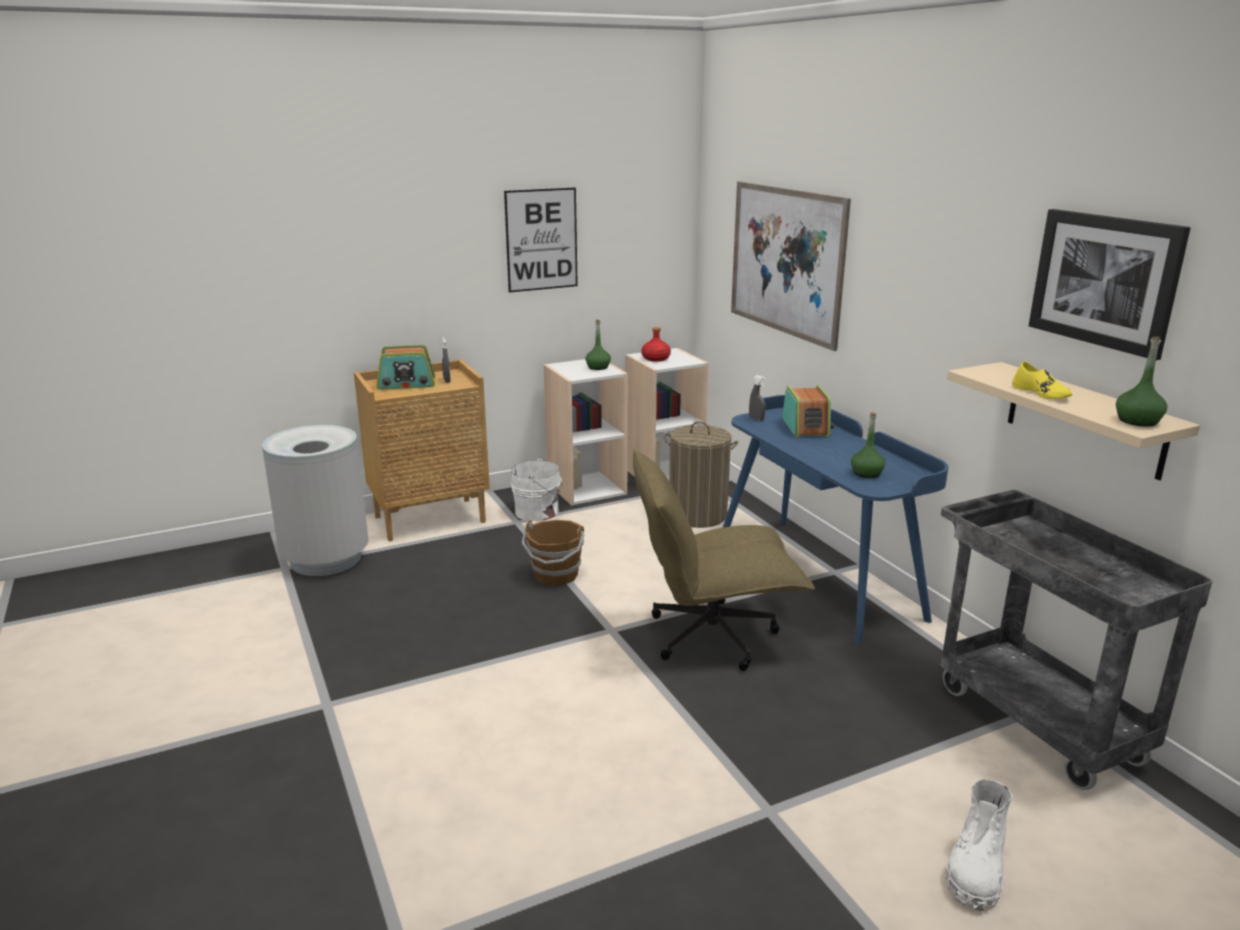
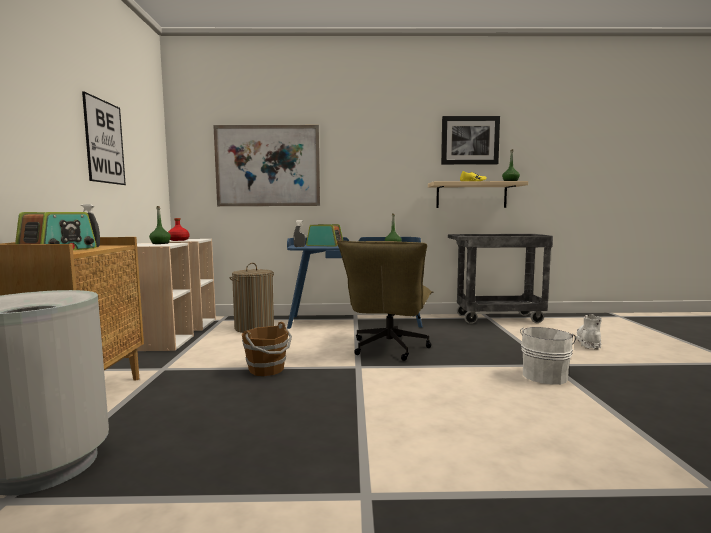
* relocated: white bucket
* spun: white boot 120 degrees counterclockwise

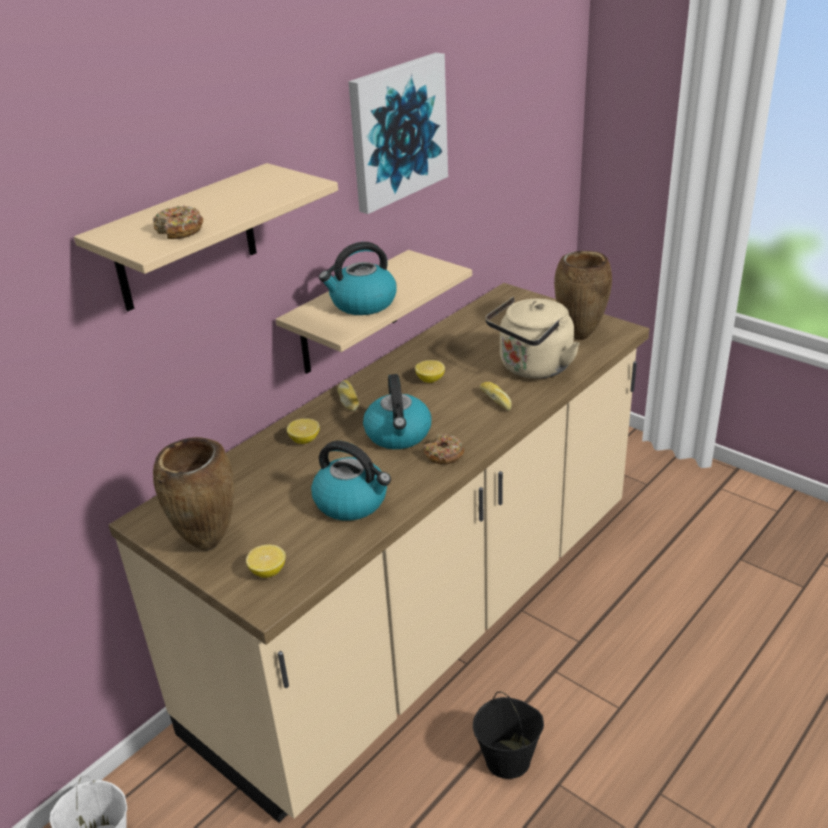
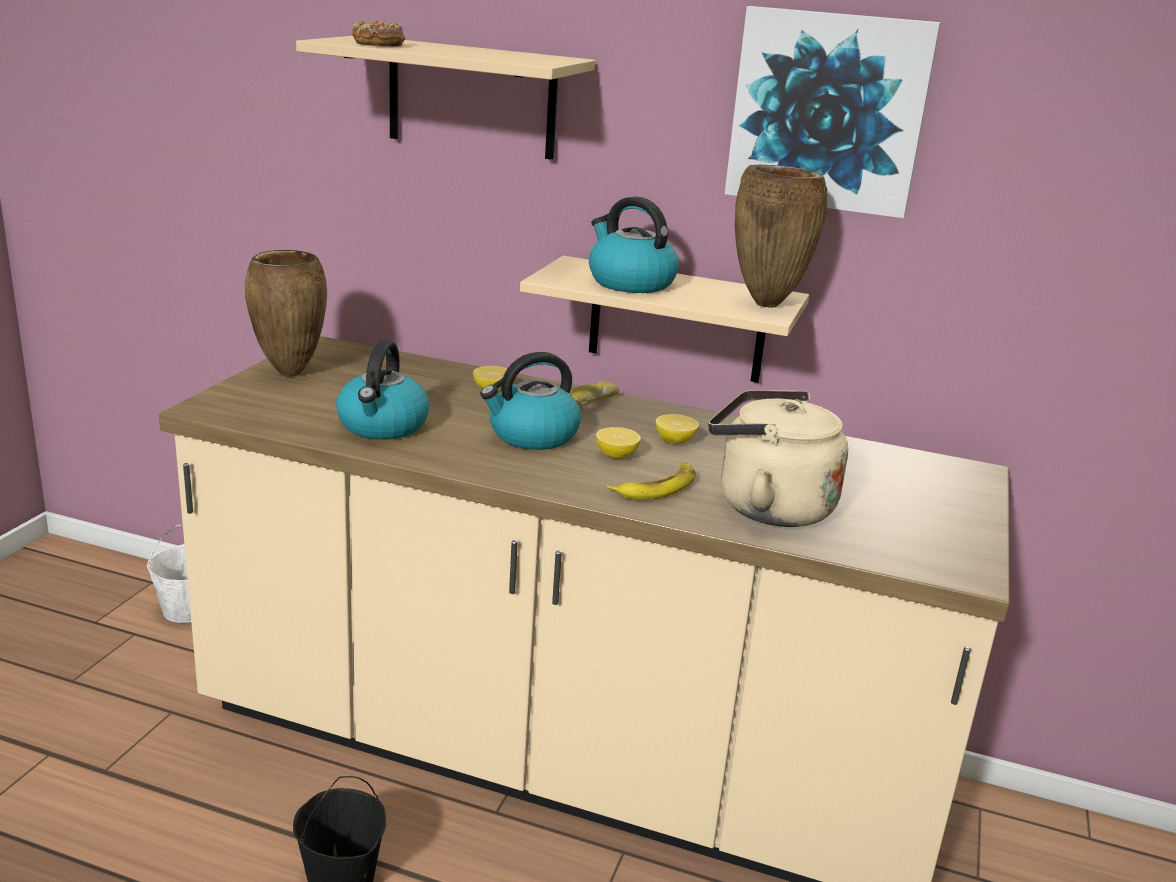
* relocated: brown vase (no. 2 from left)
* exchanged: bread (no. 2 from left) to banana
* missing: donut (no. 2 from left)
* relocated: lemon (no. 1 from left in the first image) to lemon (no. 2 from left)

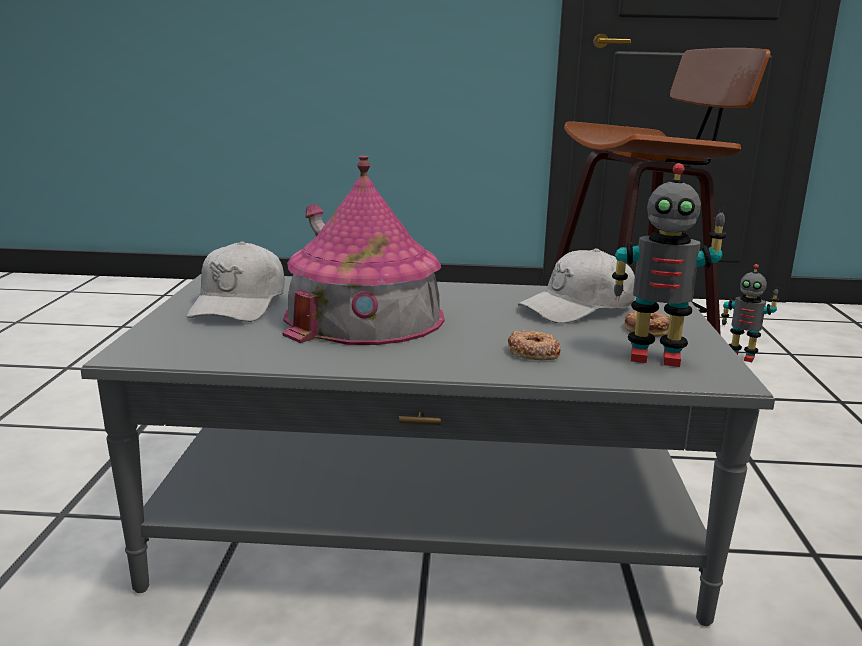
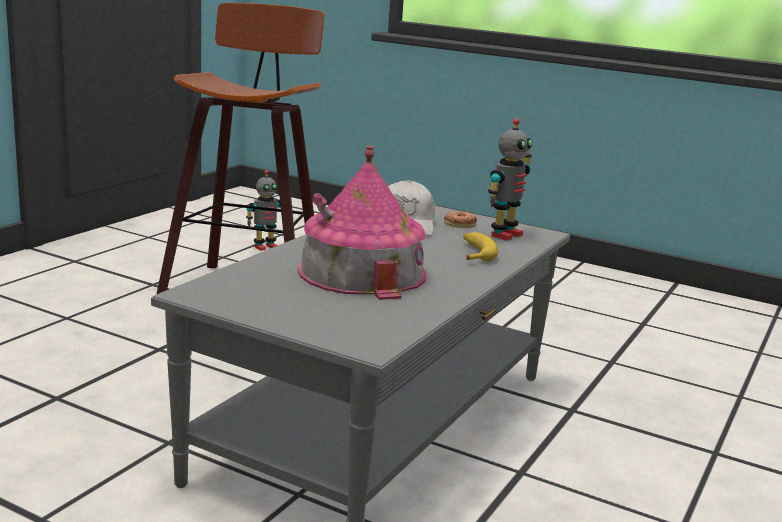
* missing: white cap (no. 1 from left)
* exchanged: donut (no. 1 from left) to banana

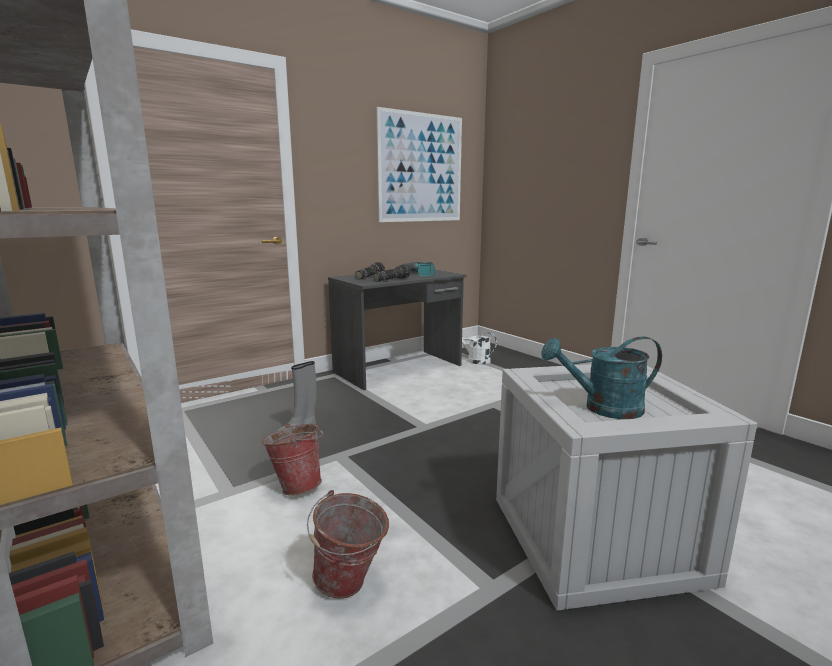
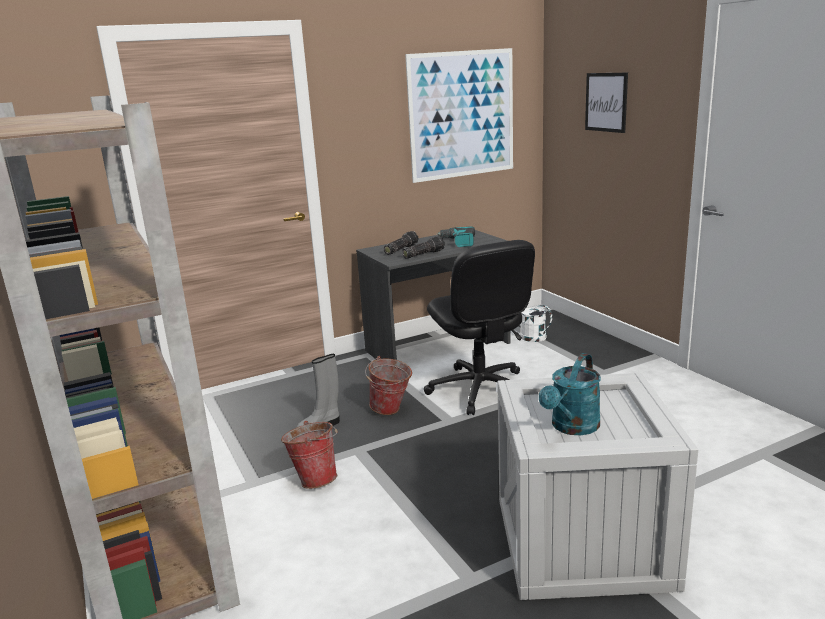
* spun: turquoise watering can 60 degrees counterclockwise
* relocated: bucket (no. 2 from left)
* appeared: picture (no. 2 from left)
* appeared: black office chair

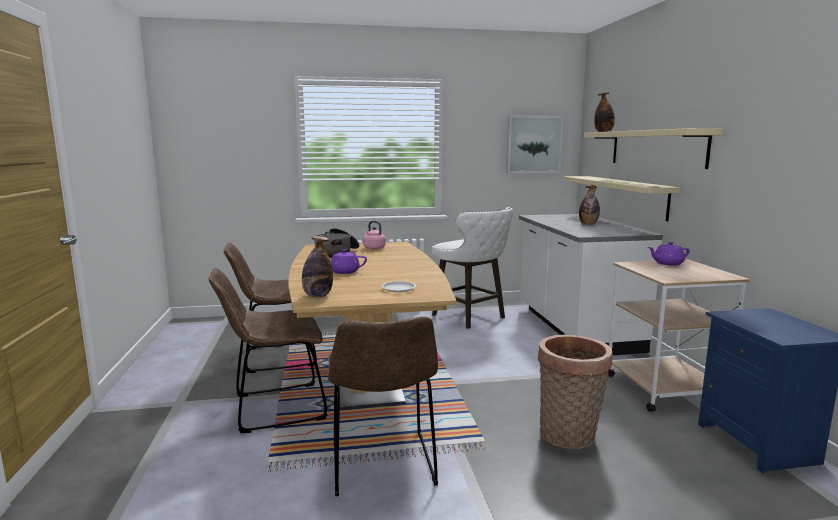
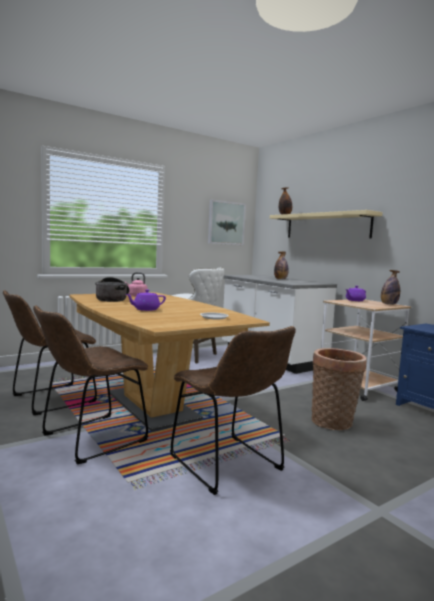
* missing: beige shelf (no. 1 from left)
* relocated: bottle (no. 1 from left in the first image) to bottle (no. 3 from left)

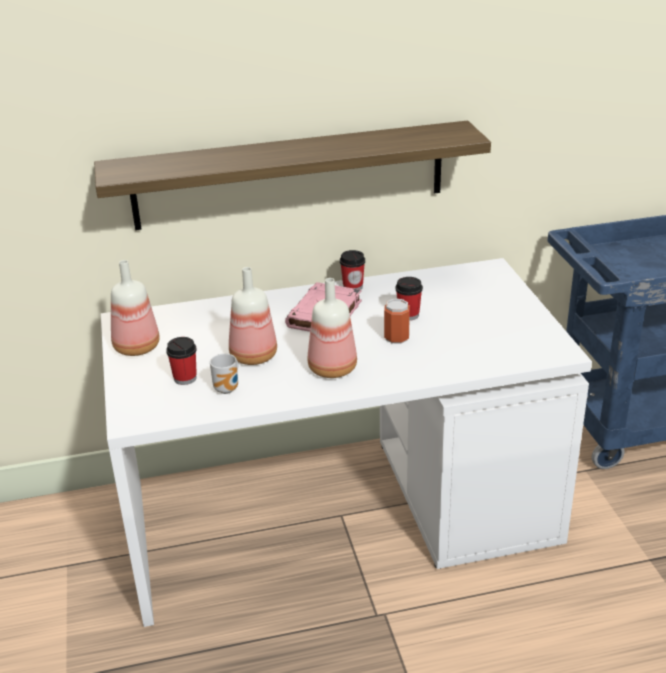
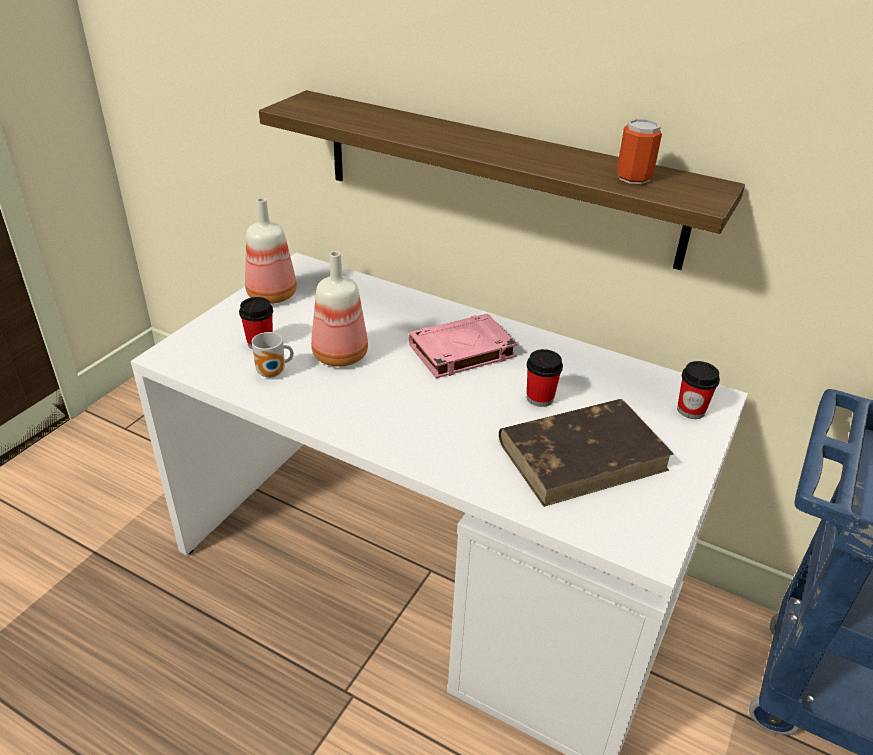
* relocated: cup (no. 2 from left in the first image) to cup (no. 3 from left)
* missing: bottle (no. 3 from left)
* relocated: can
* appeared: brown book

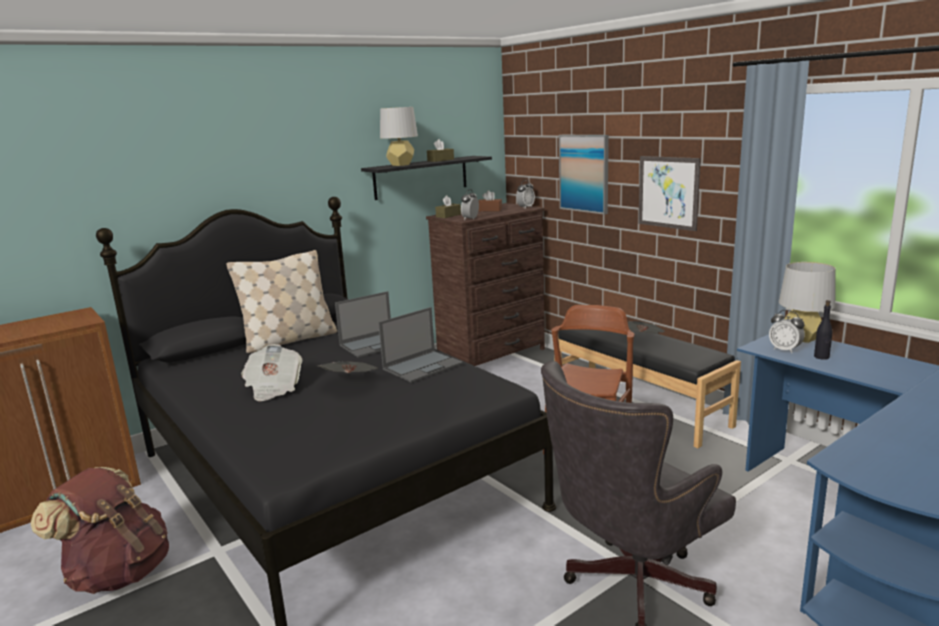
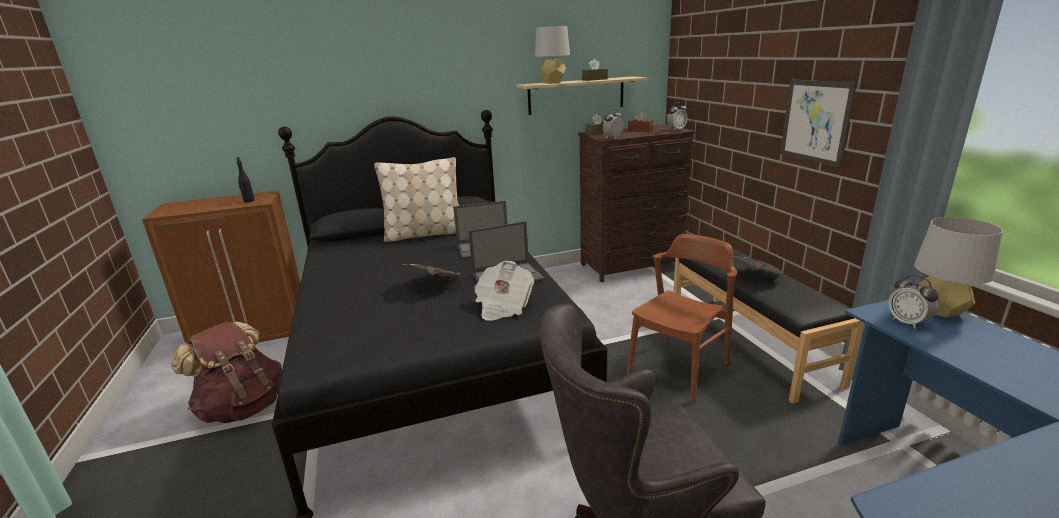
* missing: picture (no. 1 from left)
* colour: black shelf to beige shelf
* relocated: black bottle
* relocated: newspaper (no. 1 from left in the first image) to newspaper (no. 2 from left)

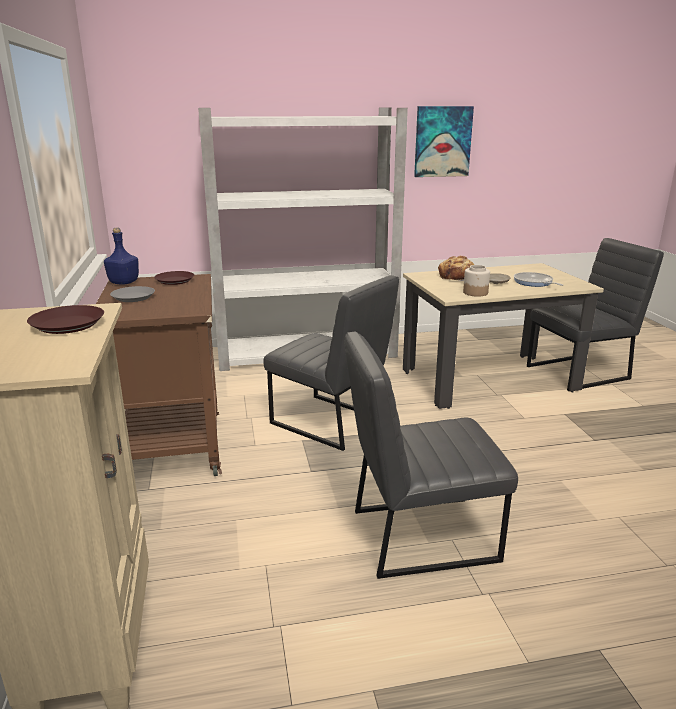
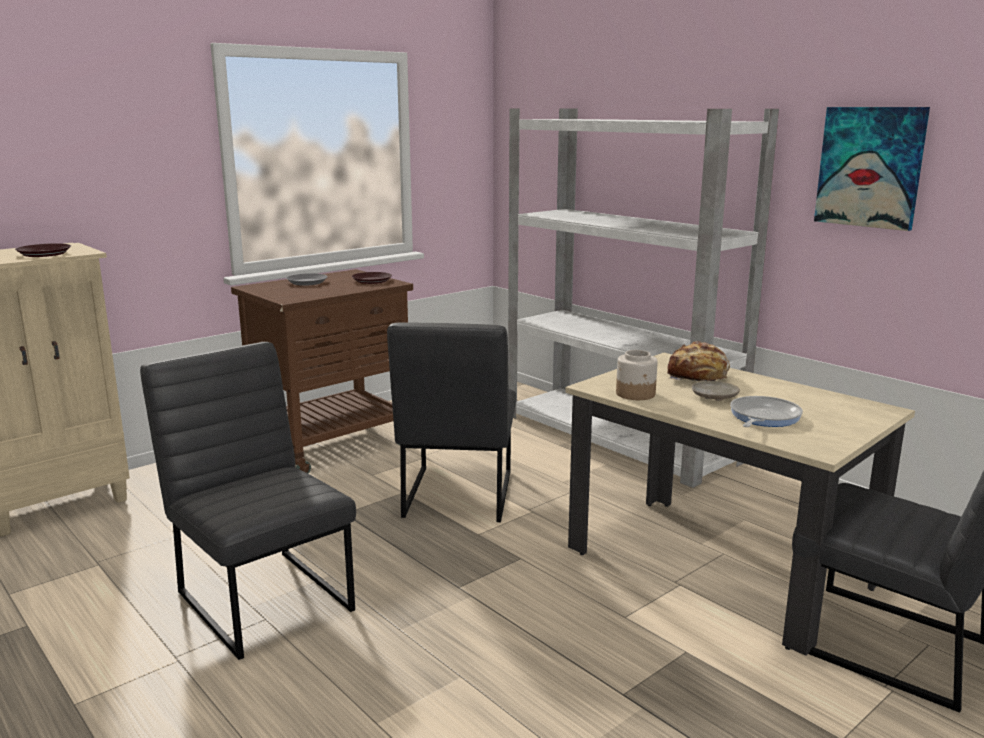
* missing: blue bottle

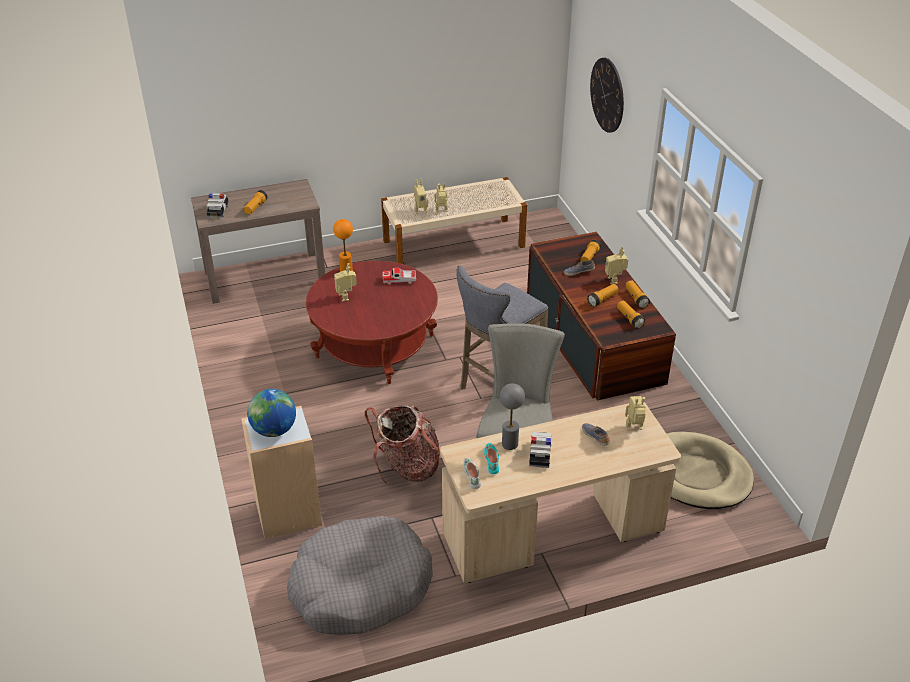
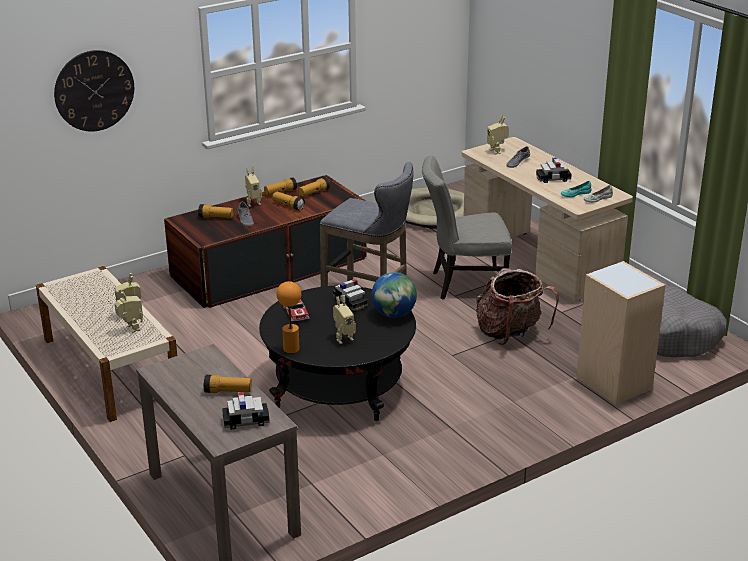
* colour: red coffee table to black coffee table
* missing: grey table lamp
* relocated: globe
* appeared: toy car (no. 3 from left)

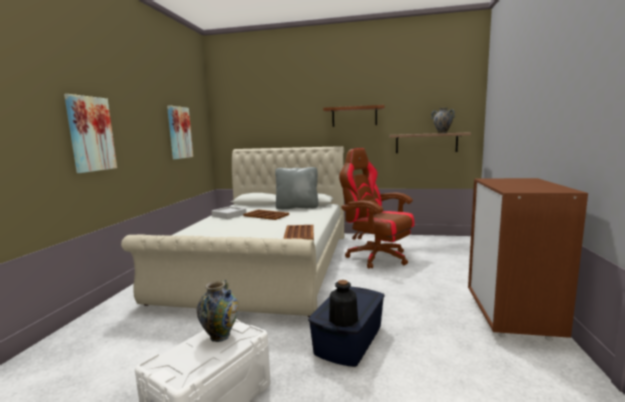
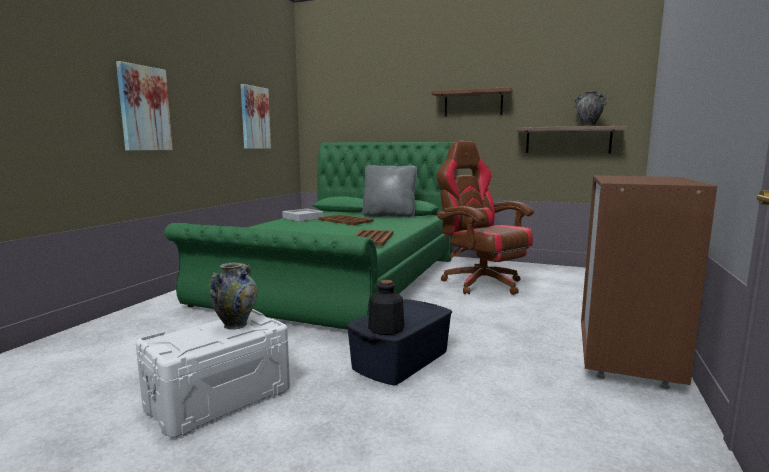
* colour: beige bed to green bed

